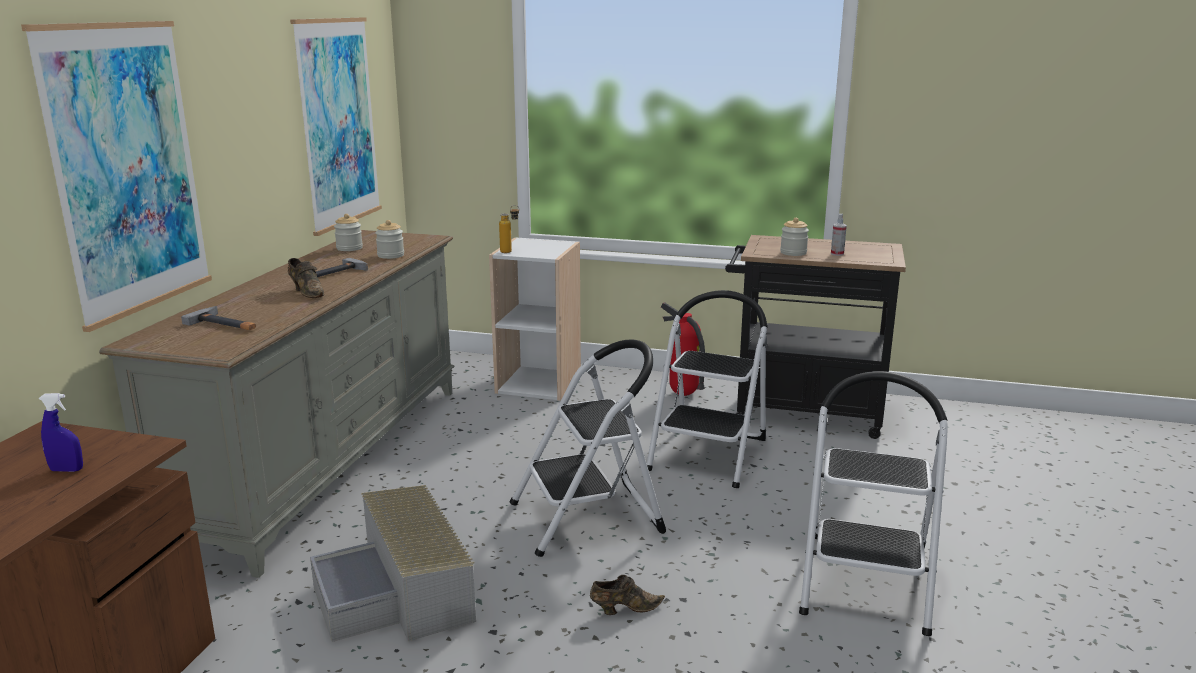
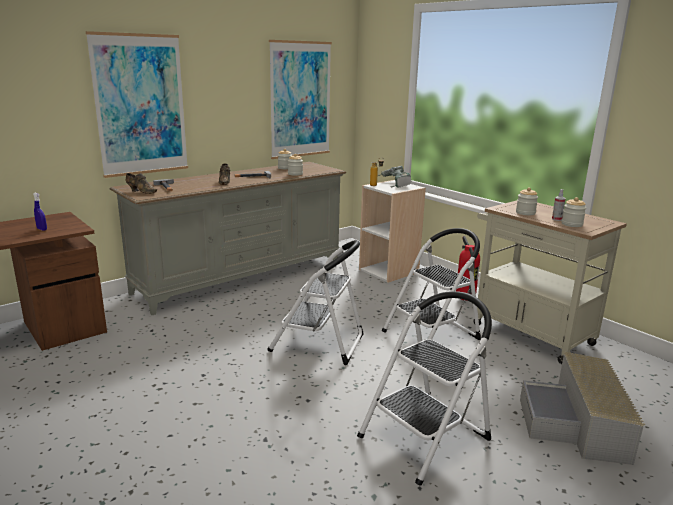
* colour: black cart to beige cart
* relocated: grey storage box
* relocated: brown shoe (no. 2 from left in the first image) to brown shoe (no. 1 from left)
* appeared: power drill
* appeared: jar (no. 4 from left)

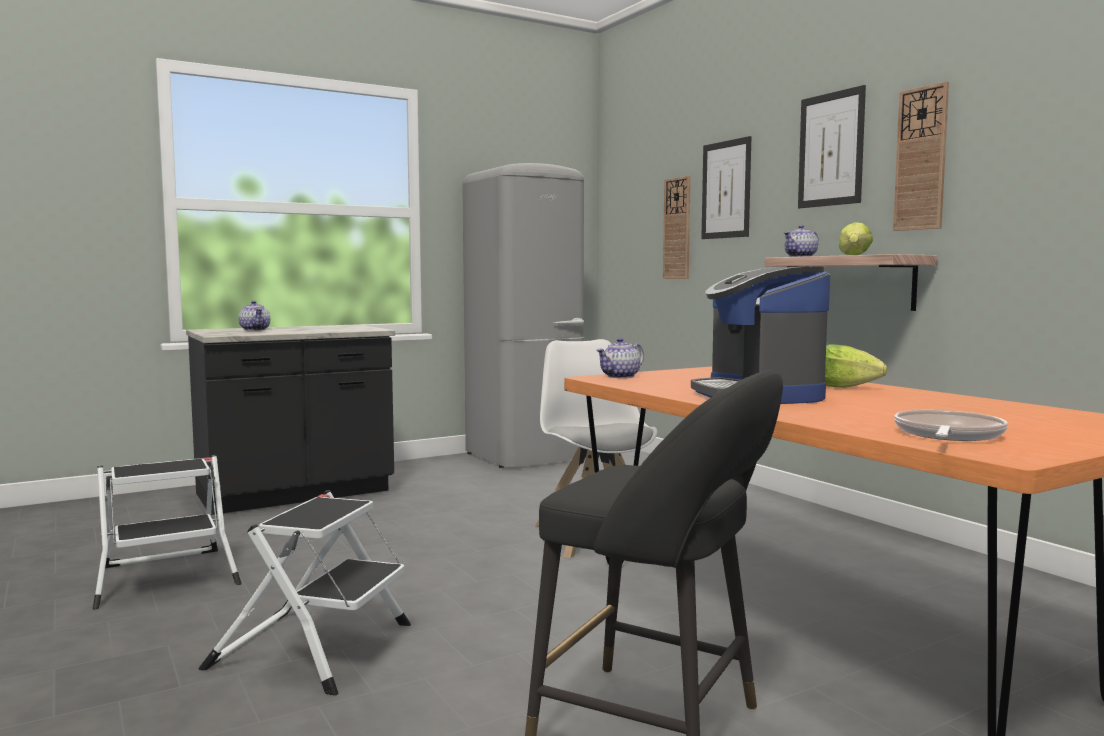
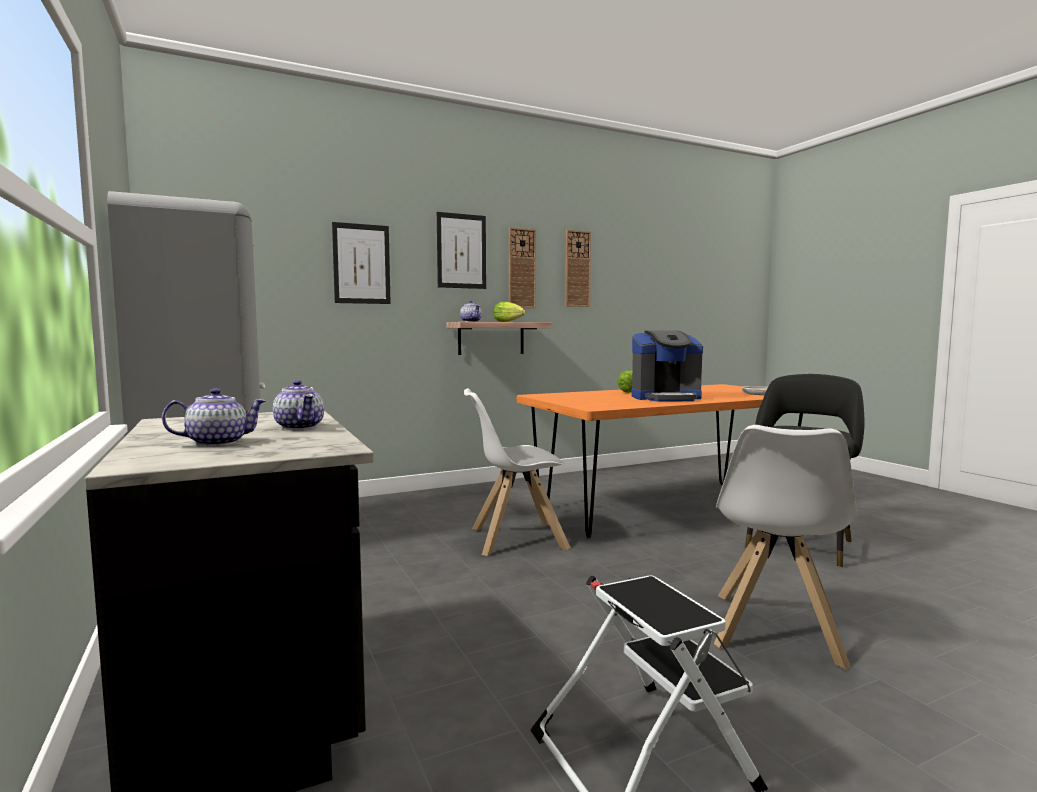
* relocated: wall clock (no. 1 from left in the first image) to wall clock (no. 2 from left)
* relocated: teapot (no. 2 from left)
* exchanged: step ladder (no. 2 from left) to chair (no. 2 from left)

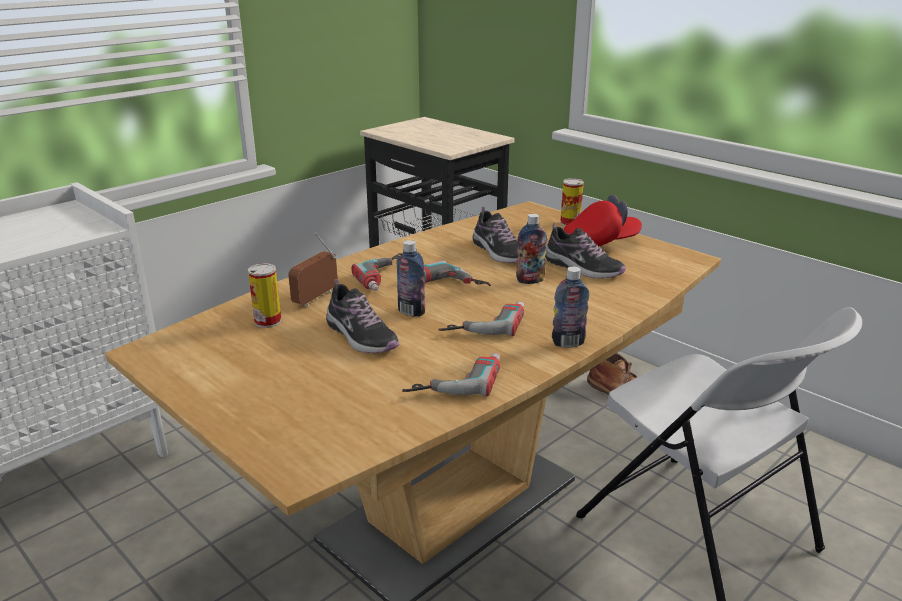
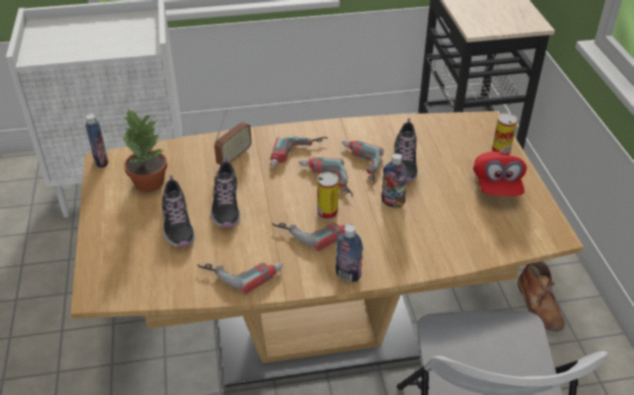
* spun: red cap 75 degrees clockwise
* relocated: shoe (no. 3 from left in the first image) to shoe (no. 1 from left)
* spun: radio 150 degrees clockwise
* relocated: bottle (no. 1 from left)
* relocated: can (no. 1 from left)
* appeared: potted plant
* appeared: power drill (no. 5 from left)

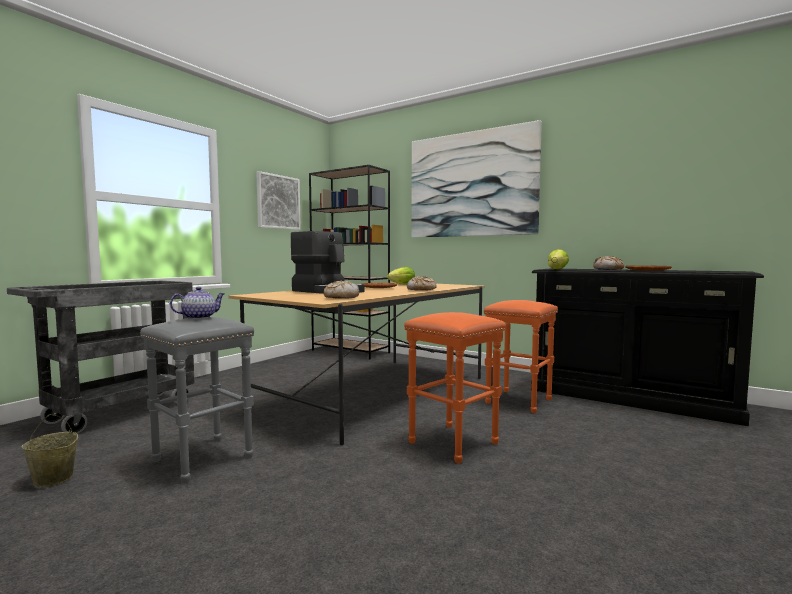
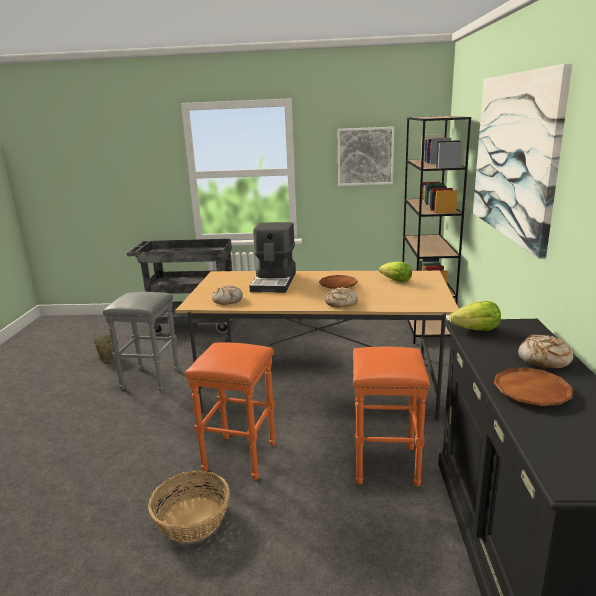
* missing: teapot
* appeared: basket

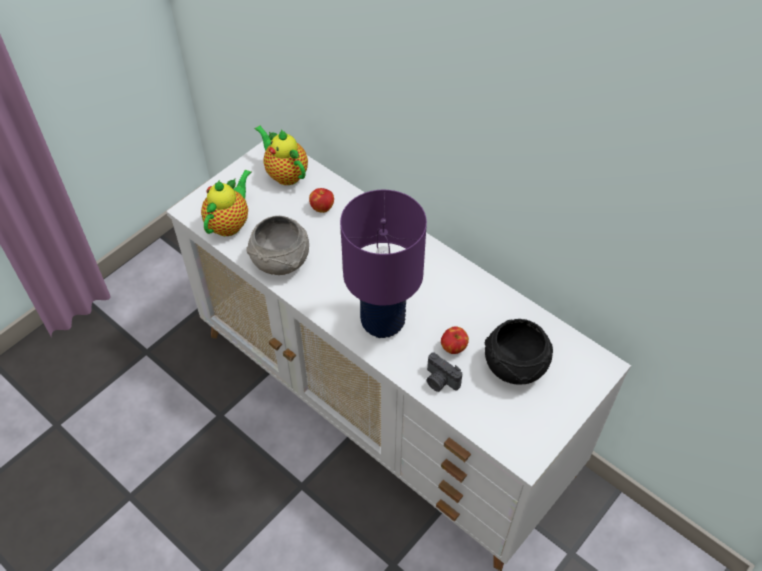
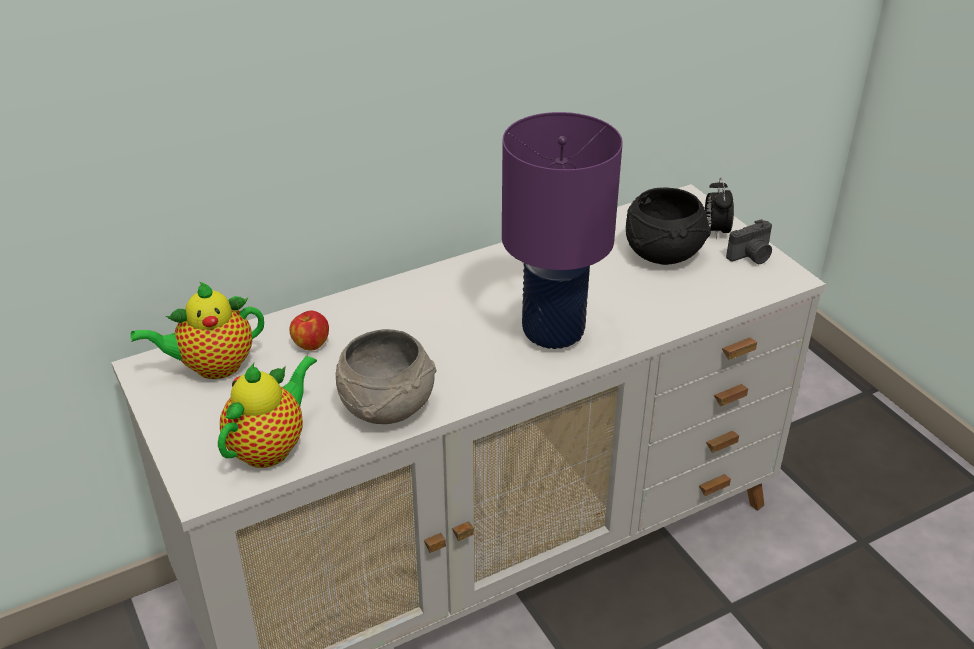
* spun: teapot (no. 1 from left in the first image) 75 degrees clockwise
* missing: apple (no. 2 from left)
* relocated: photo camera
* appeared: alarm clock

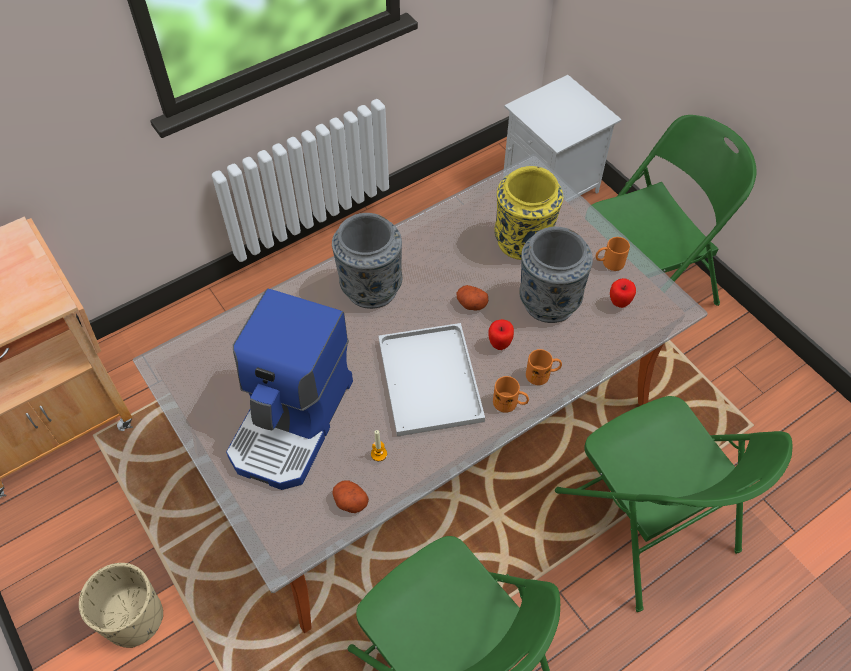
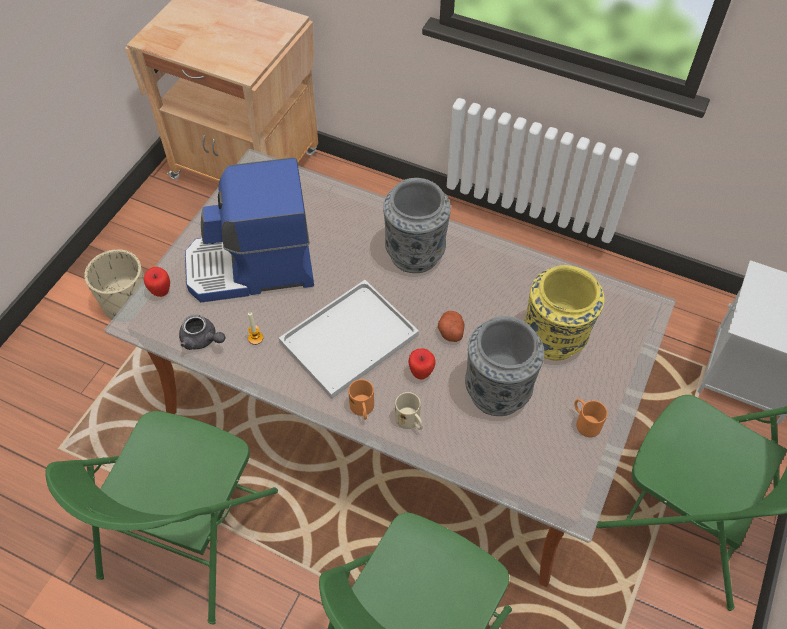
* relocated: apple (no. 2 from left in the first image) to apple (no. 1 from left)
* colour: orange mug (no. 2 from left) to beige mug
* exchanged: potato (no. 1 from left) to grey teapot

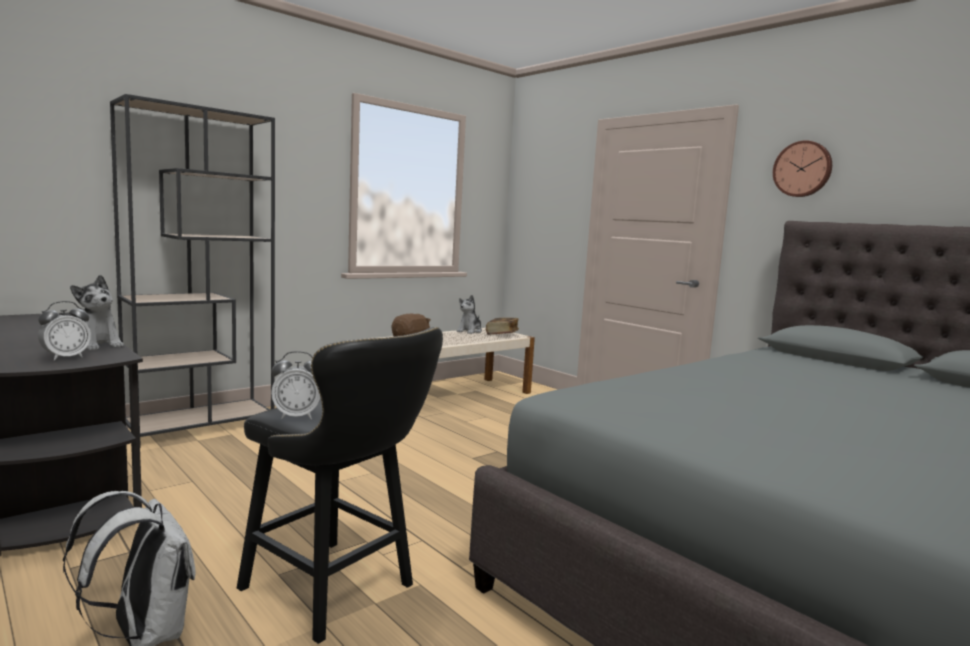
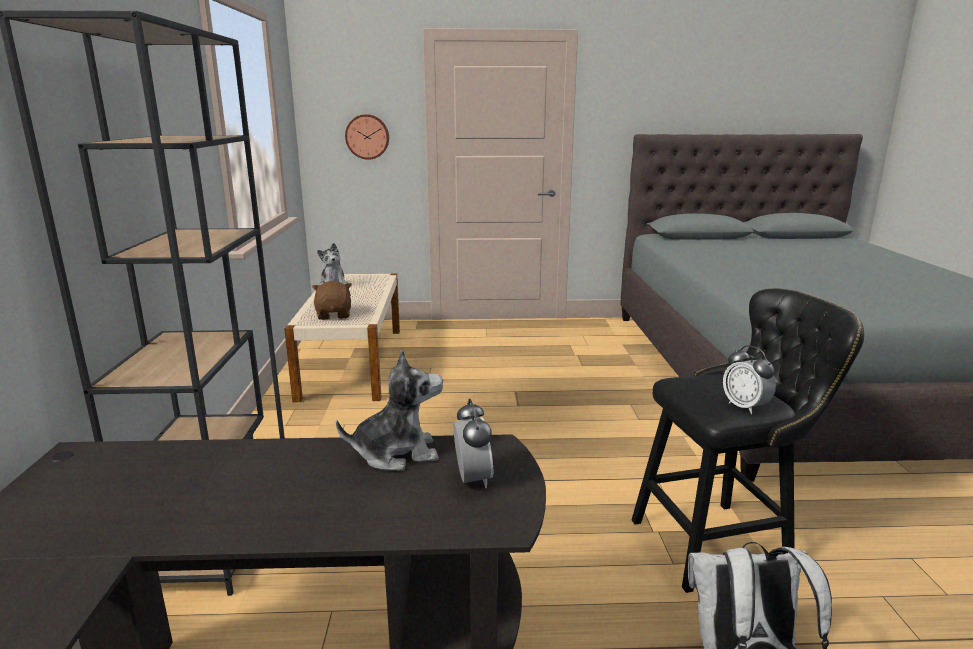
* relocated: wall clock
* missing: book
* spun: alarm clock (no. 2 from left) 120 degrees clockwise

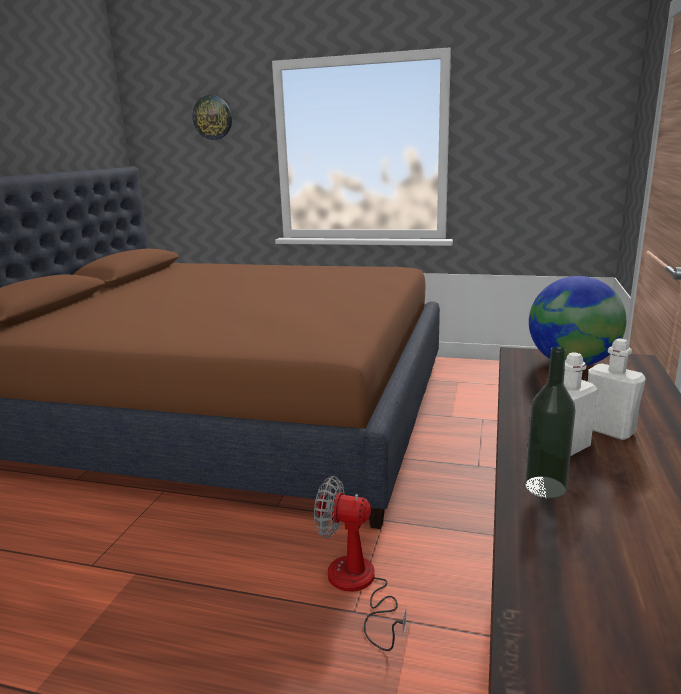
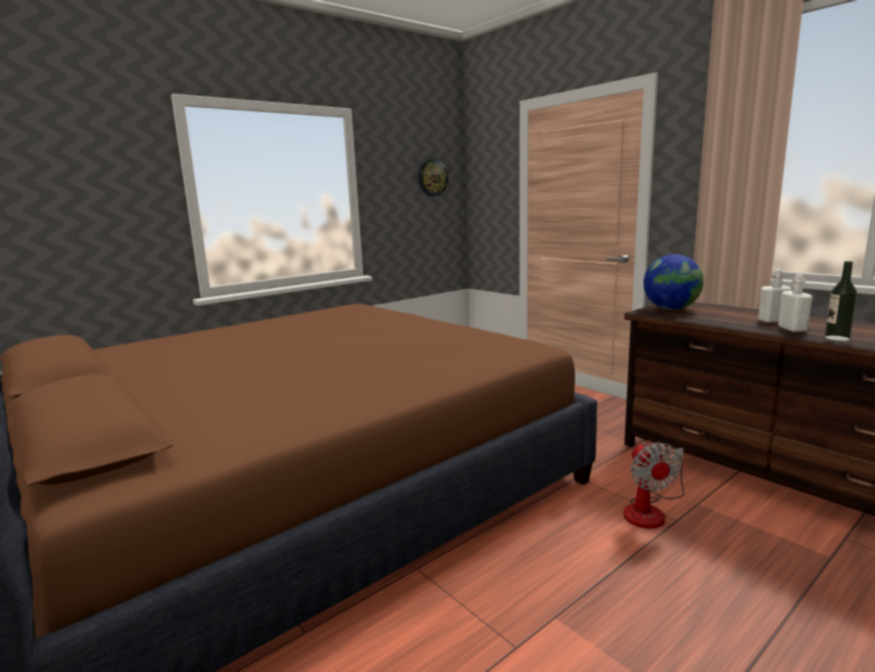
* relocated: wall clock
* spun: fan 60 degrees counterclockwise

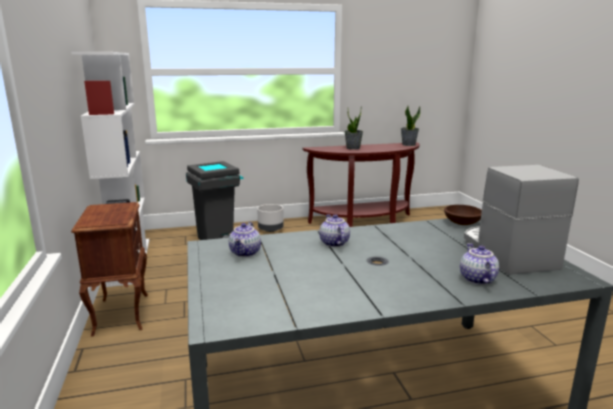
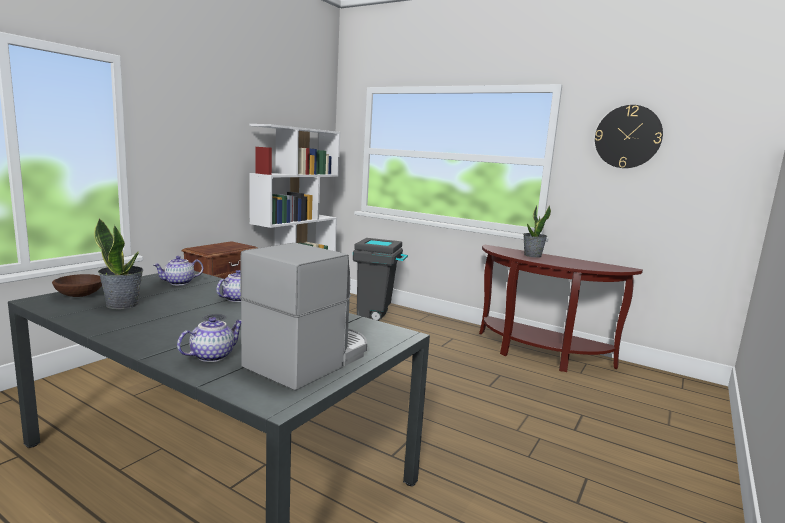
* relocated: potted plant (no. 2 from left in the first image) to potted plant (no. 1 from left)
* missing: grey planter
* relocated: brown bowl
* appeared: wall clock

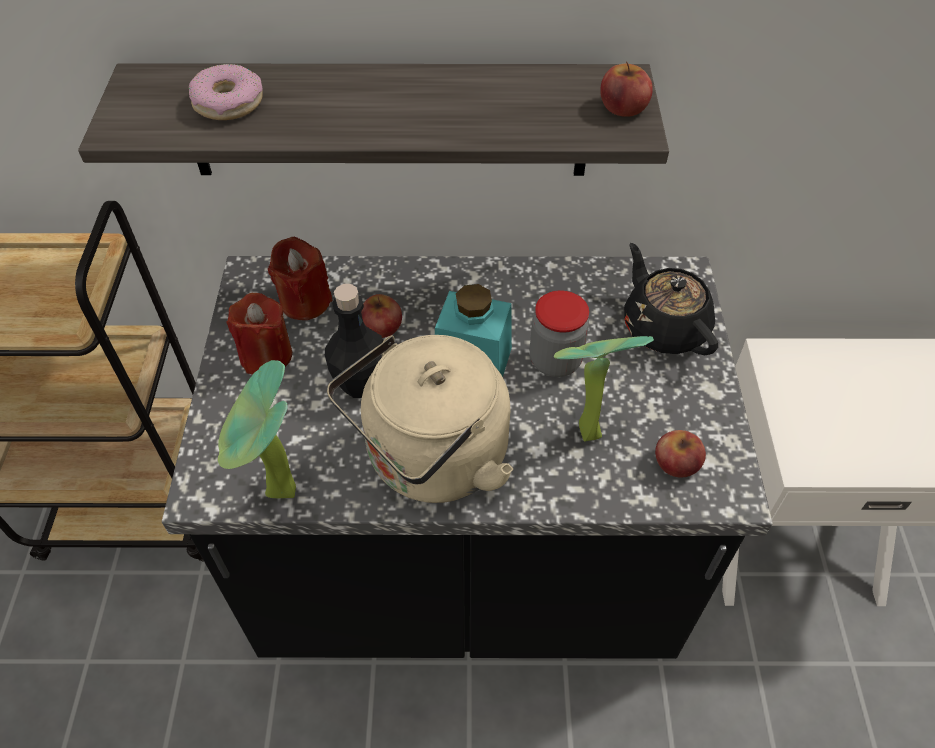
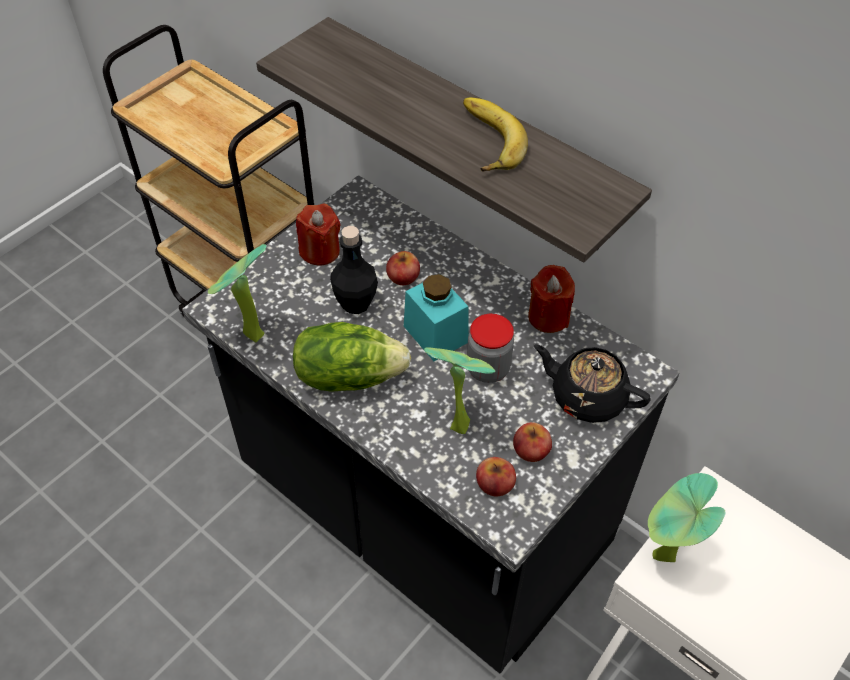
* relocated: apple (no. 2 from left in the first image) to apple (no. 3 from left)
* missing: donut
* relocated: red candle (no. 2 from left)
* spun: black teapot 75 degrees counterclockwise
* exchanged: beige kettle to lettuce
* appeared: banana
* appeared: potted plant (no. 3 from left)

